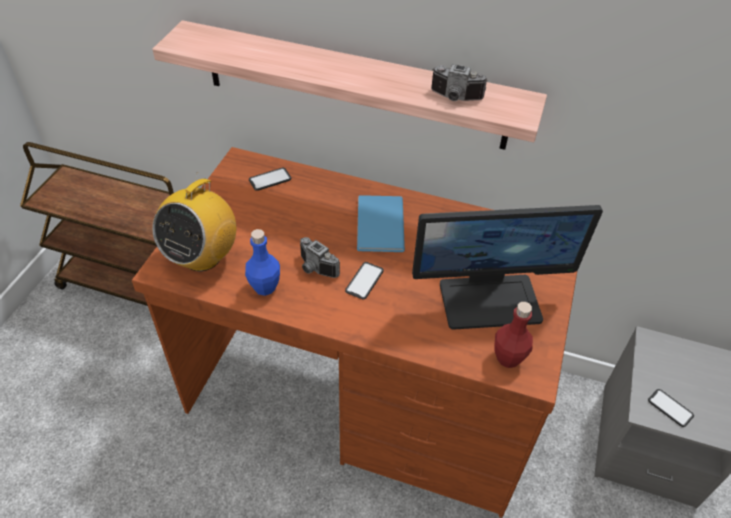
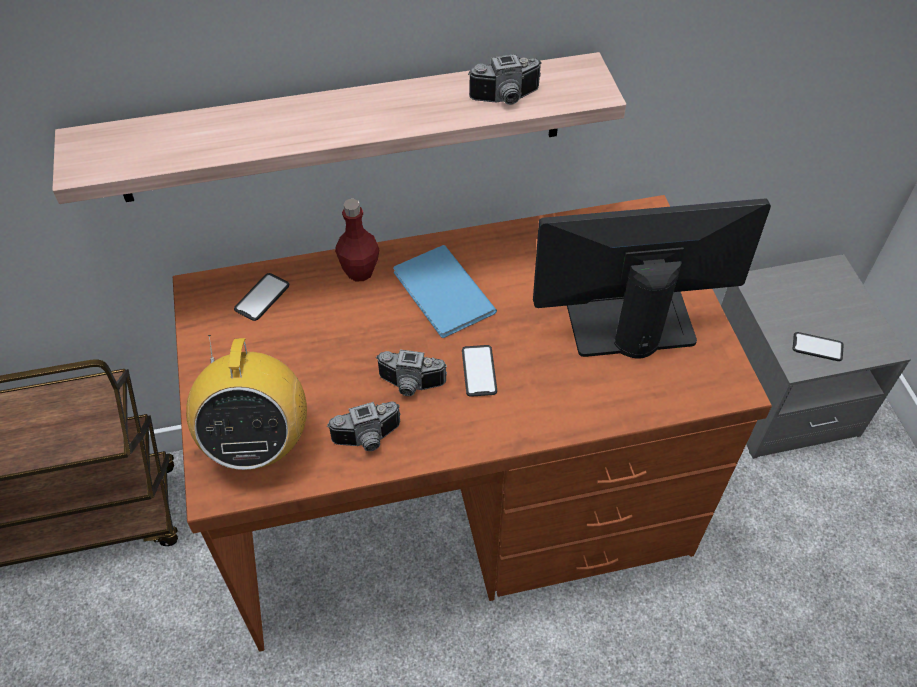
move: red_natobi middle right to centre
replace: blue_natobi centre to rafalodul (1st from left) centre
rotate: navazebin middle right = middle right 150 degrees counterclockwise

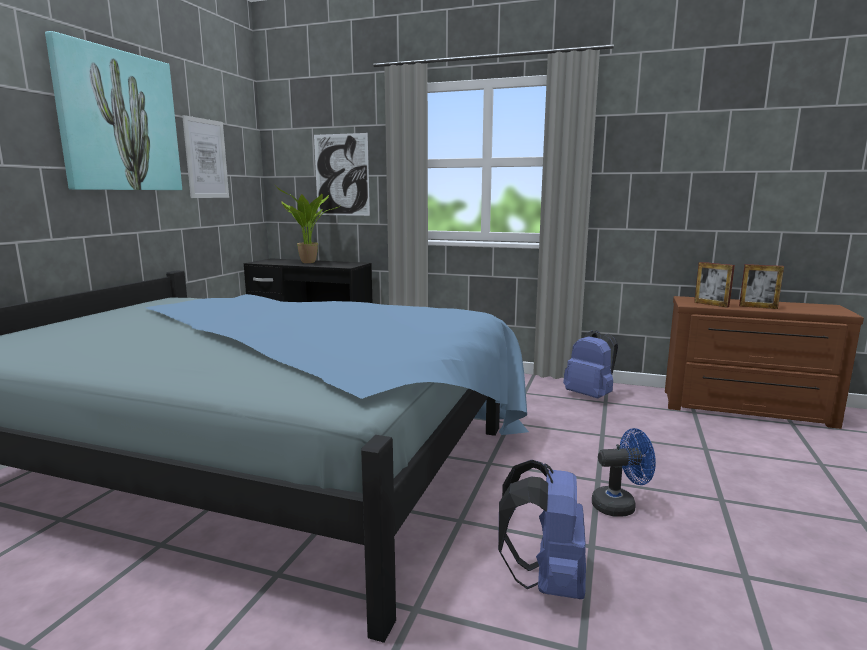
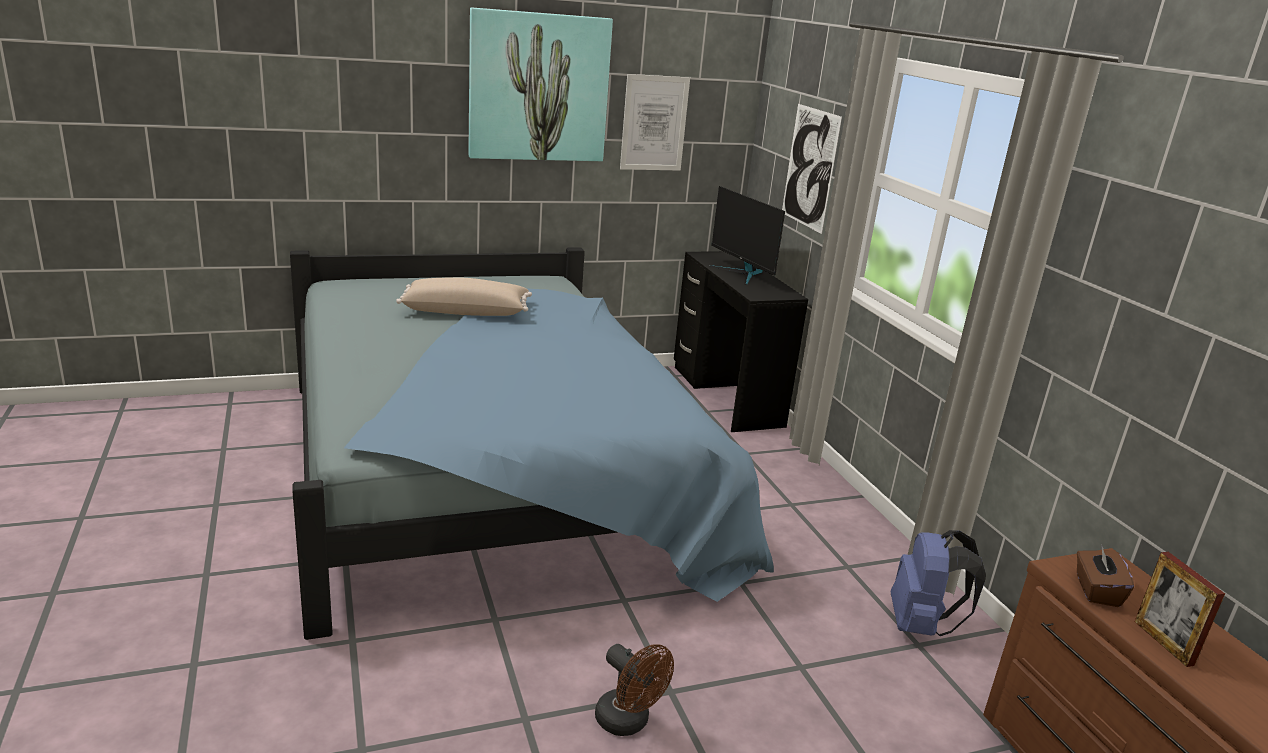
delete: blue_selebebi (1st from left) bottom centre
insert: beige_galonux centre
replace: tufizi centre to navazebin top centre; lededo (1st from left) middle right to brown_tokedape bottom right
recolor: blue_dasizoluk bottom right to brown_dasizoluk bottom centre

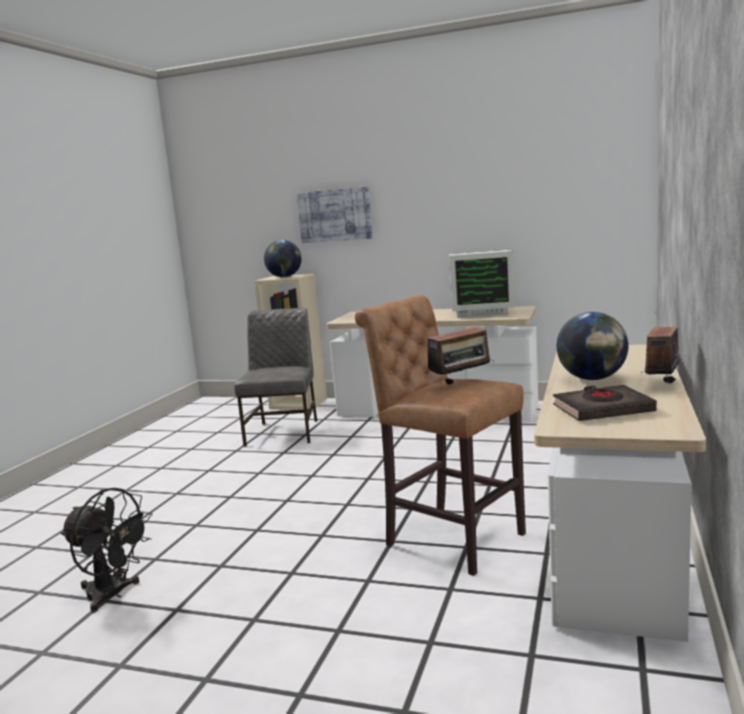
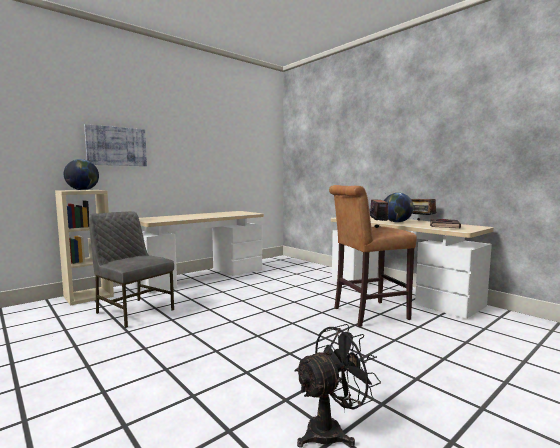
delete: navazebin centre

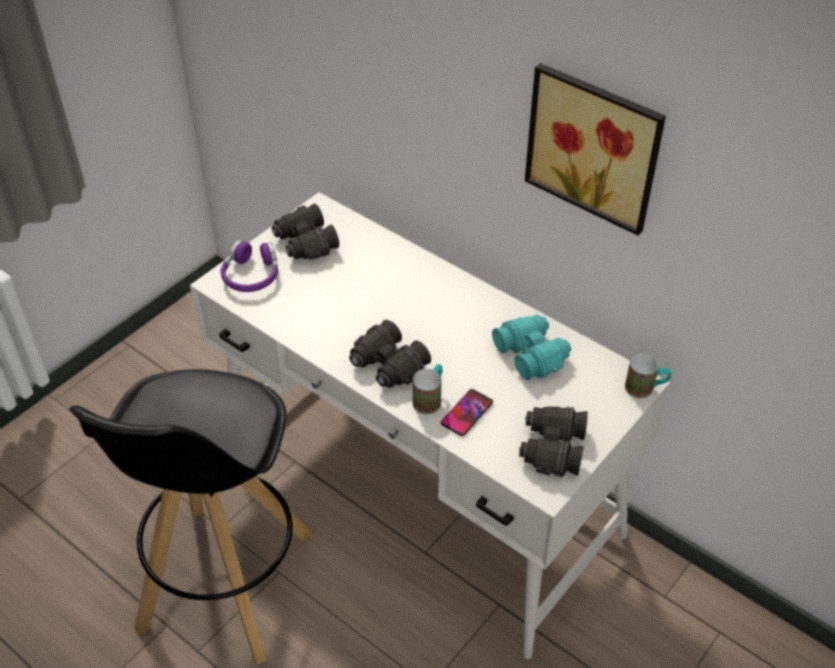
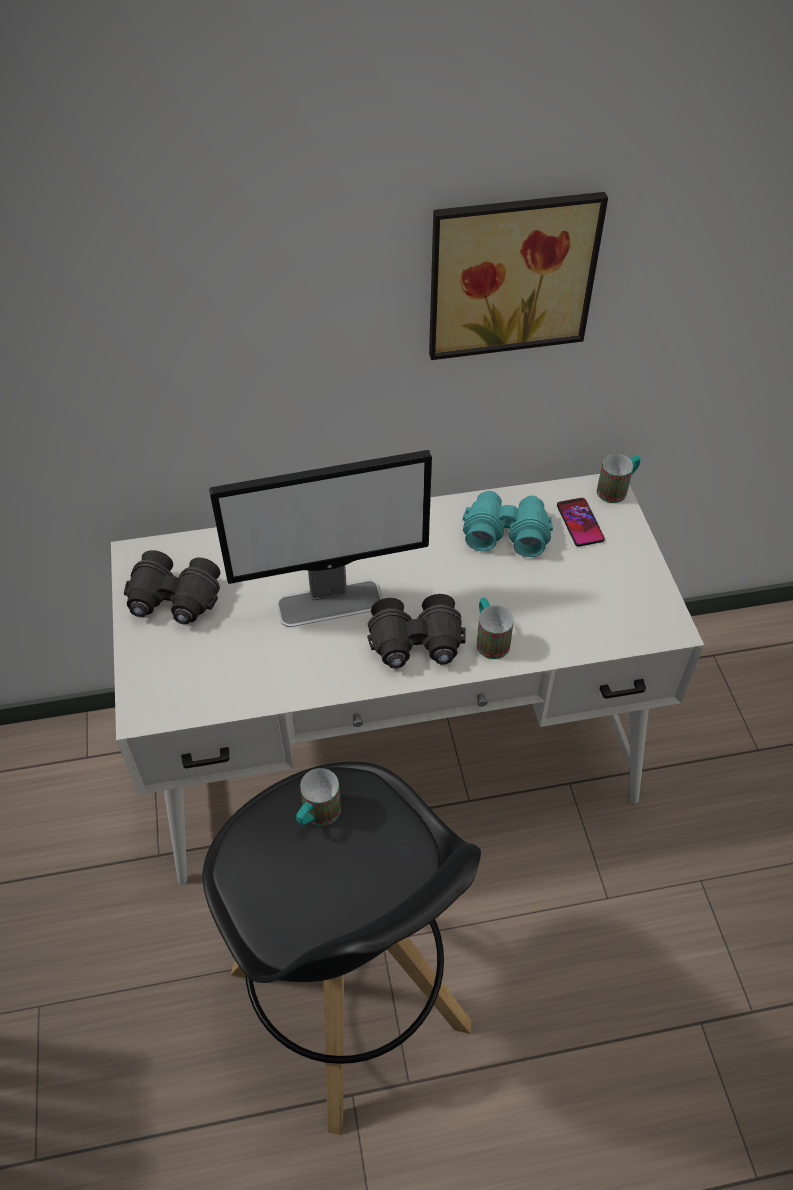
delete: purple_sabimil middle left; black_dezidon (3rd from left) centre
insert: navazebin centre; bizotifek (1st from left) bottom centre
move: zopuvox centre to middle right

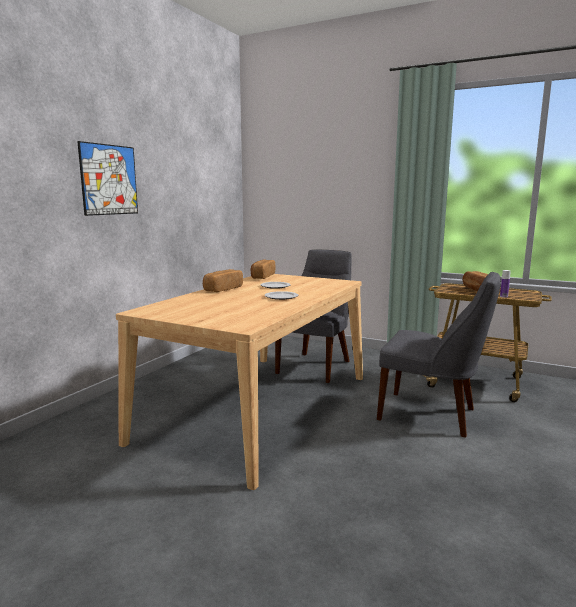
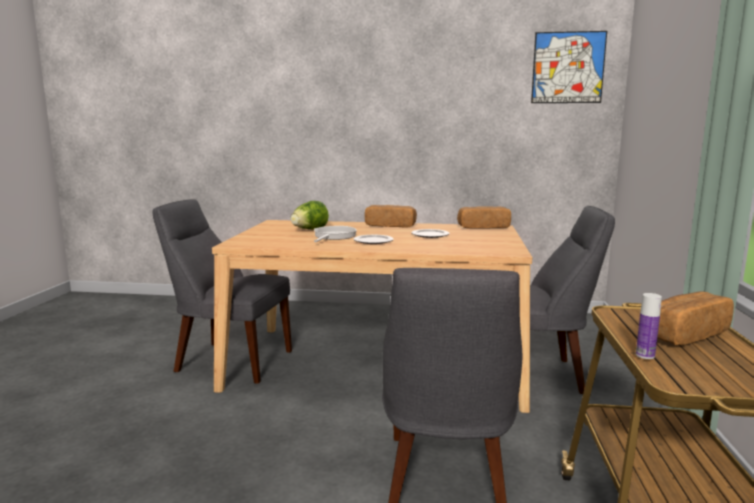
insert: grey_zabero (1st from left) middle left; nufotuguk centre; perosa centre
move: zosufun top left to top right

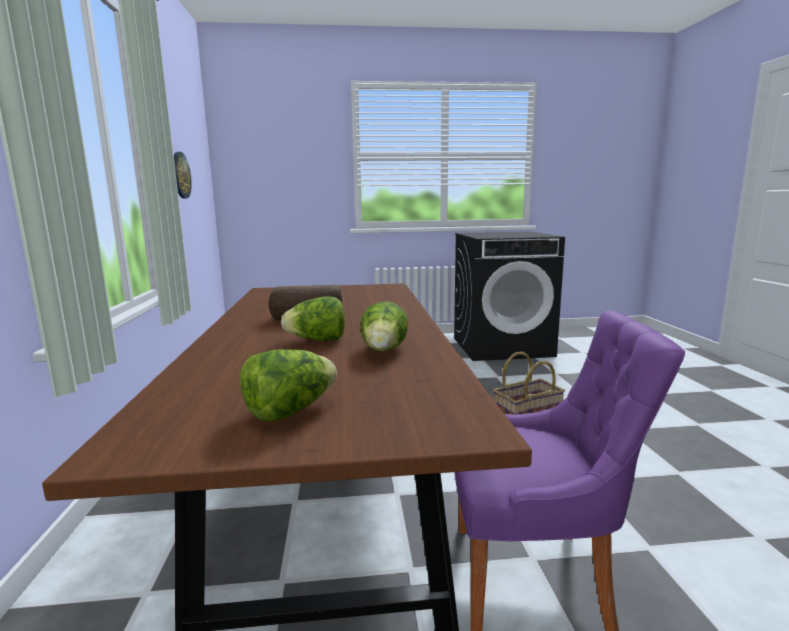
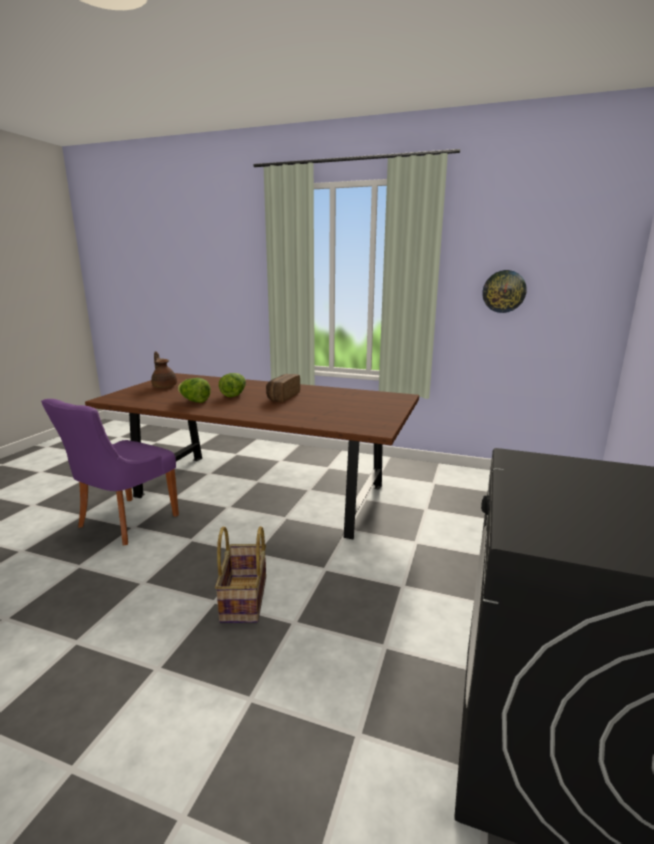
replace: nufotuguk (1st from left) centre to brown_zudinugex middle left

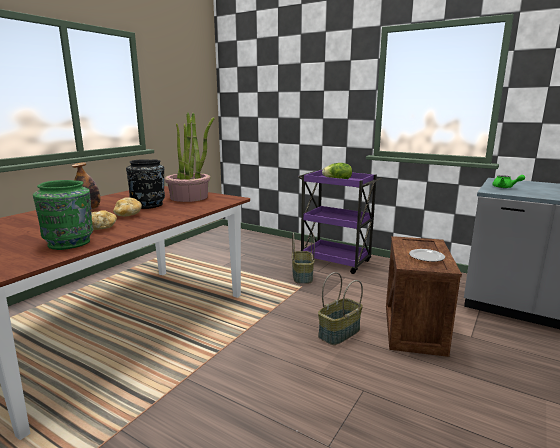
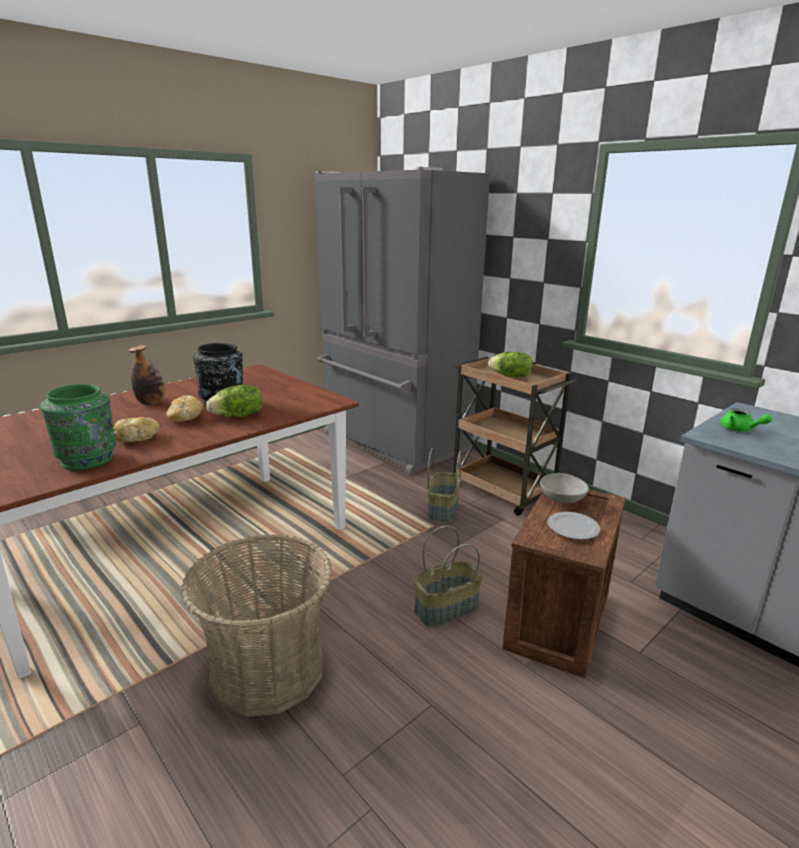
delete: tufizi centre
insert: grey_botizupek centre; nufotuguk (1st from left) middle left; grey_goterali middle right; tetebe (1st from left) bottom left
recolor: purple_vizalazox centre to brown_vizalazox centre

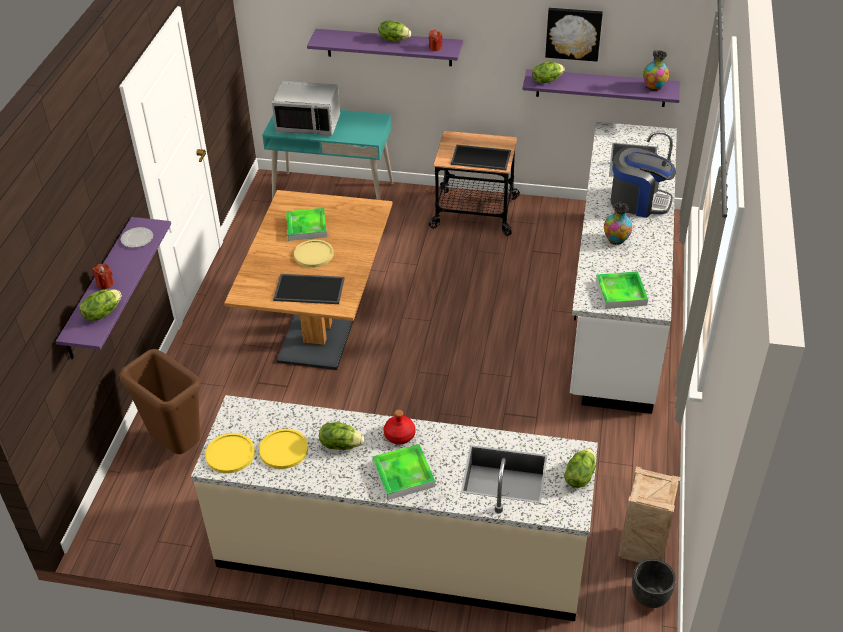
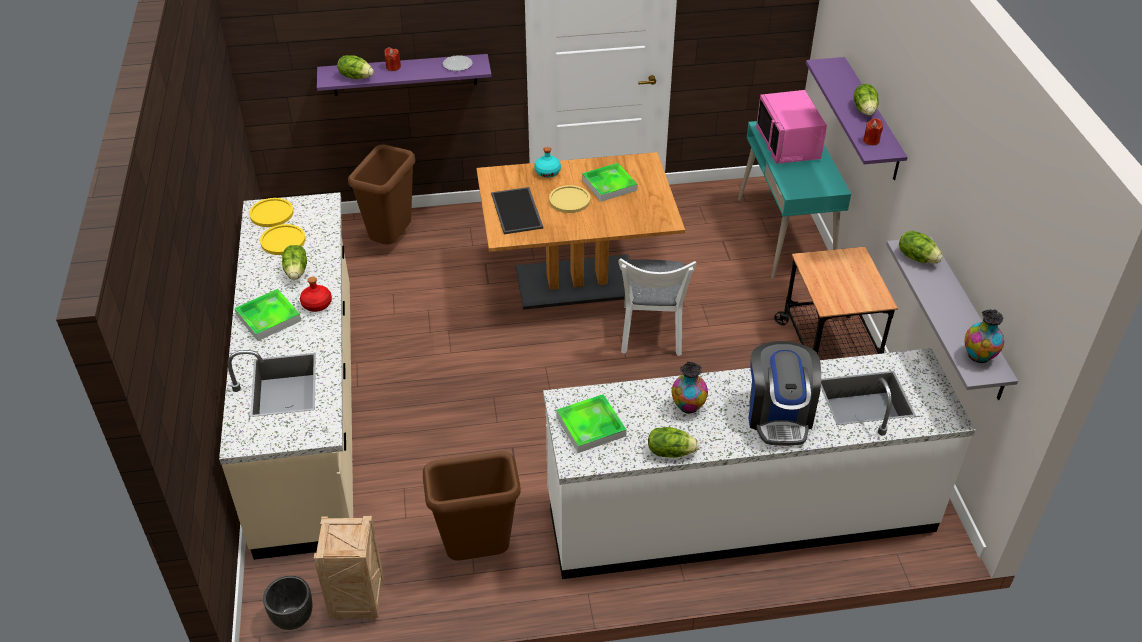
delete: zosufun top right; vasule (4th from left) top centre
insert: turquoise_natobi top centre; white_zabero centre; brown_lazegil (2nd from left) bottom centre
move: nufotuguk (5th from left in the first image) bottom right to nufotuguk (3rd from left) bottom centre
recolor: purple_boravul (3rd from left) top right to grey_boravul middle right; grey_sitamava top centre to pink_sitamava top right

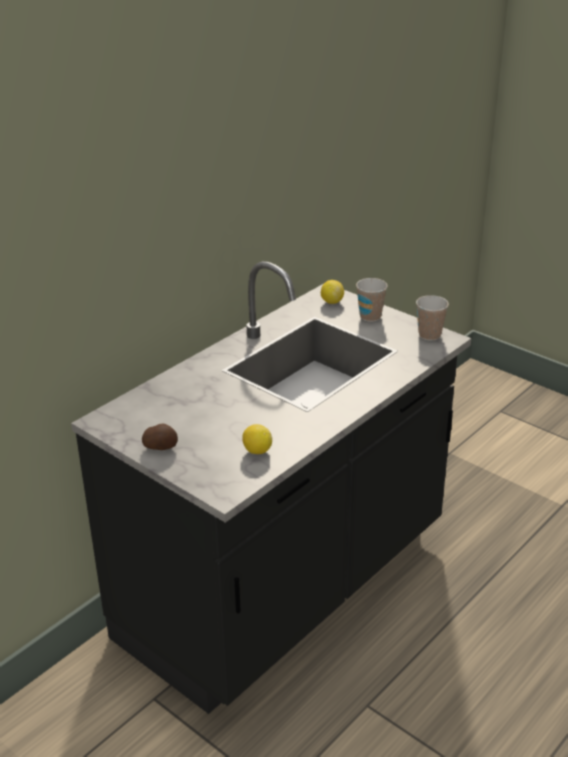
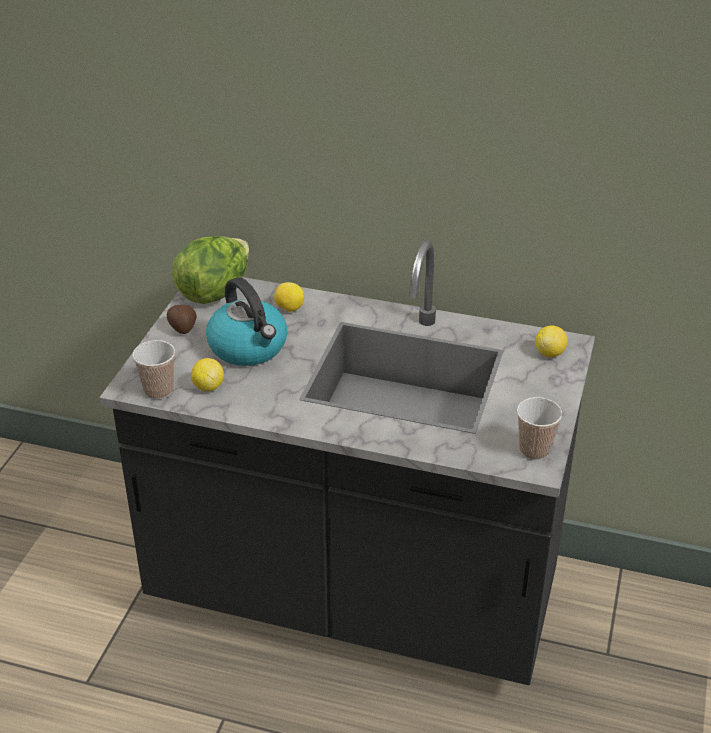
insert: nufotuguk middle left; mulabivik centre; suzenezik (2nd from left) centre
move: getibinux (1st from left) centre to middle left

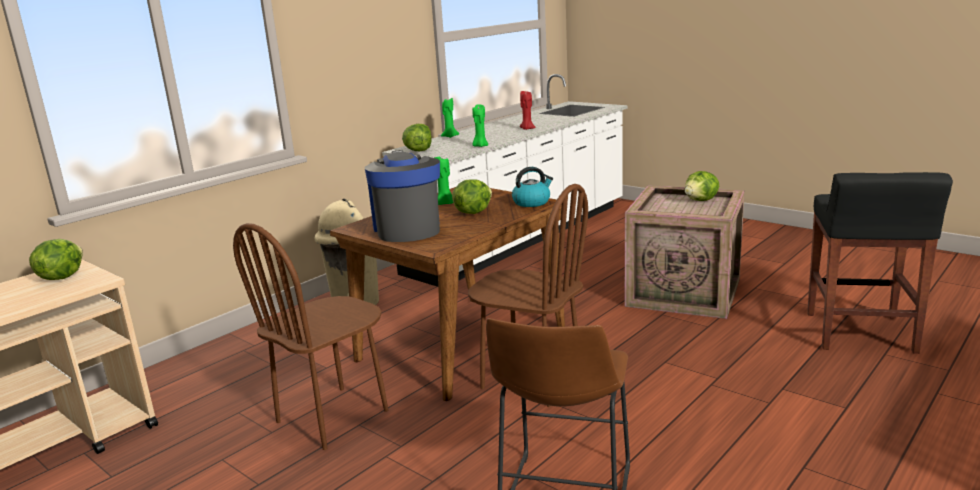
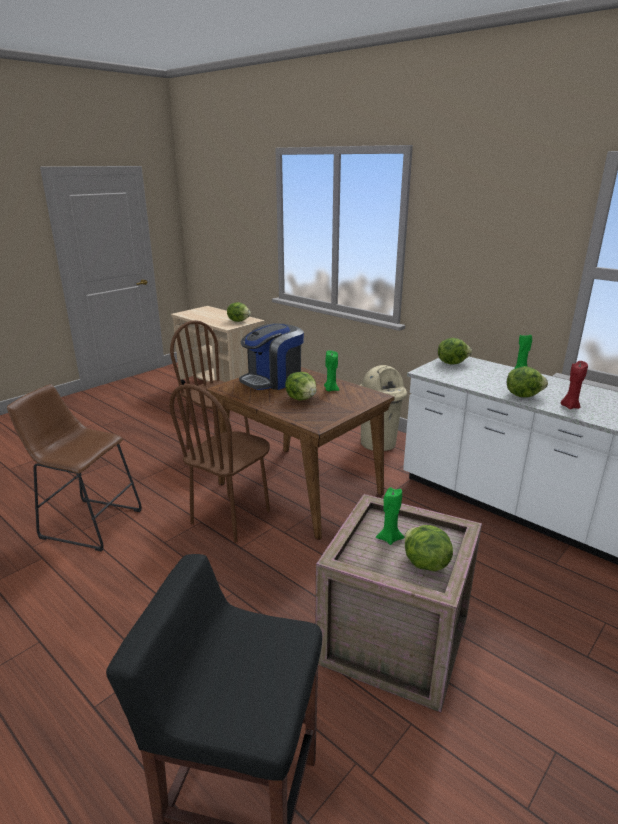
delete: mulabivik centre
insert: nufotuguk (5th from left) middle right
move: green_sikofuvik (3rd from left in the first image) top centre to green_sikofuvik (2nd from left) centre
rotate: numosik centre = centre 150 degrees clockwise

